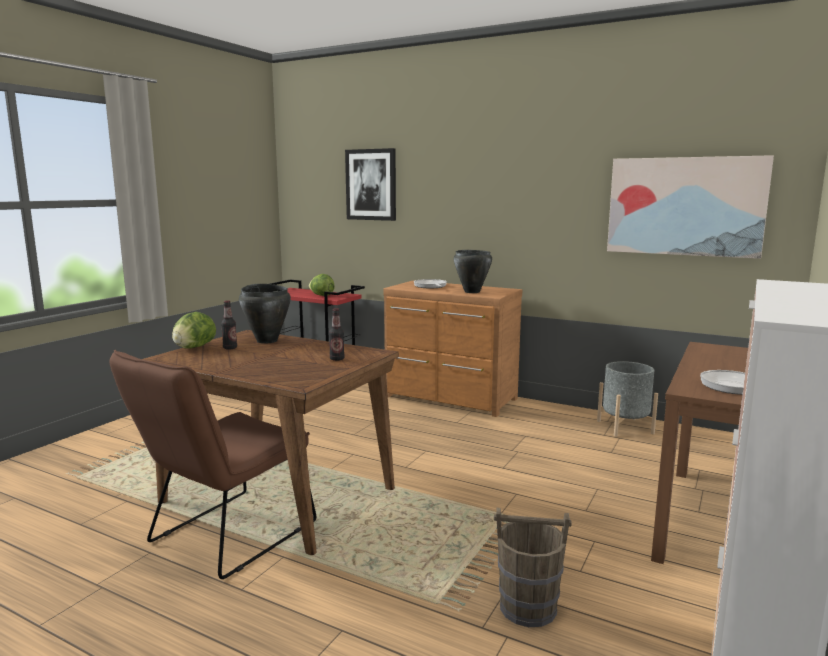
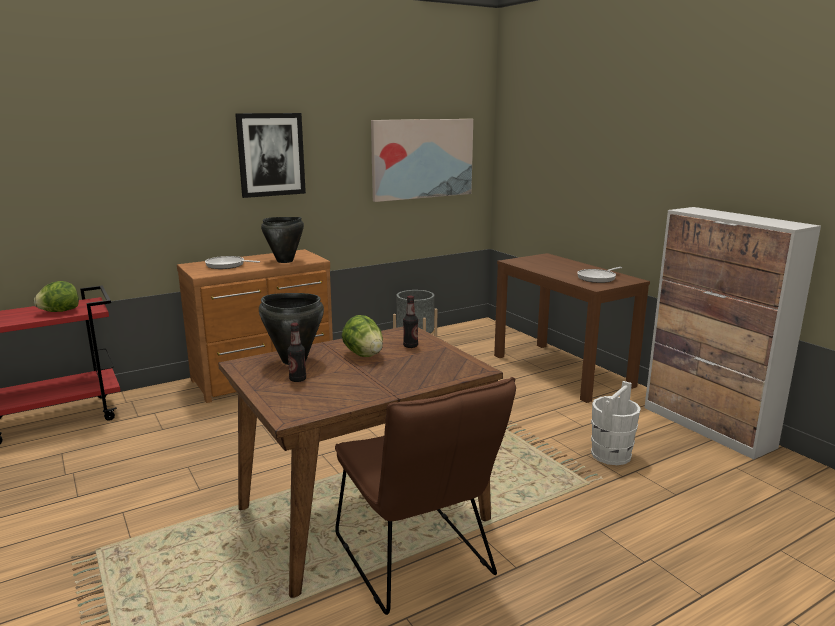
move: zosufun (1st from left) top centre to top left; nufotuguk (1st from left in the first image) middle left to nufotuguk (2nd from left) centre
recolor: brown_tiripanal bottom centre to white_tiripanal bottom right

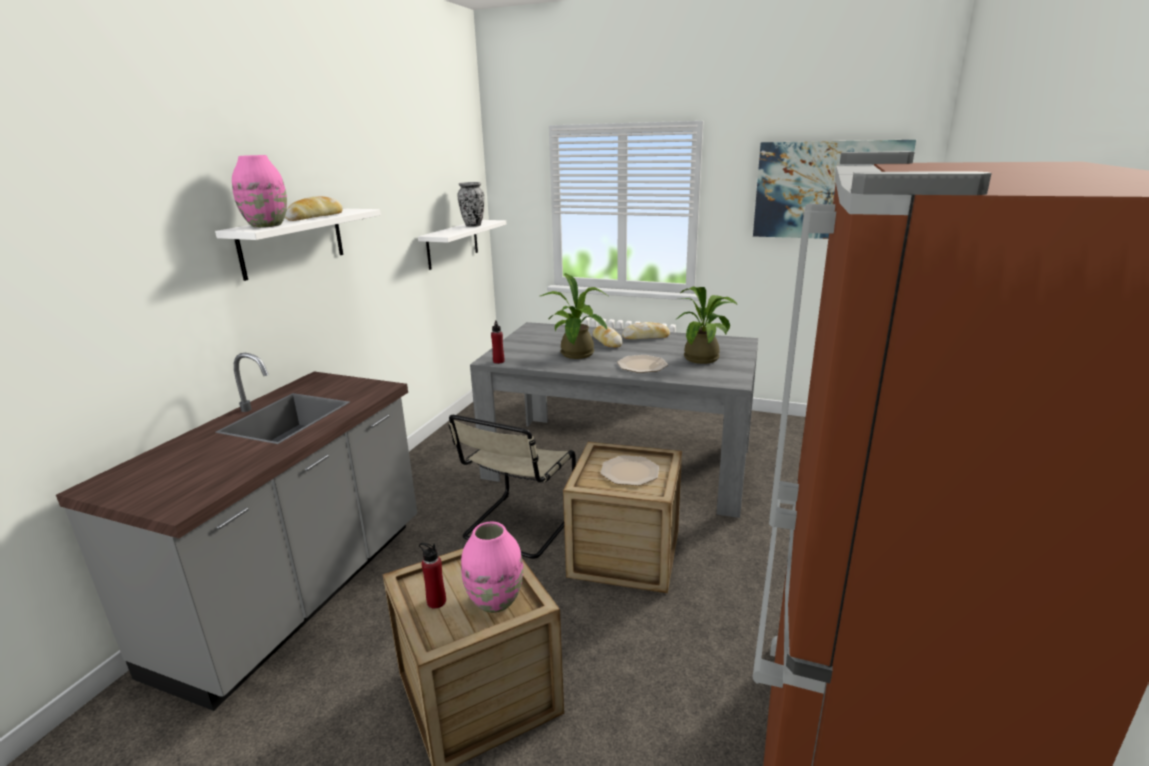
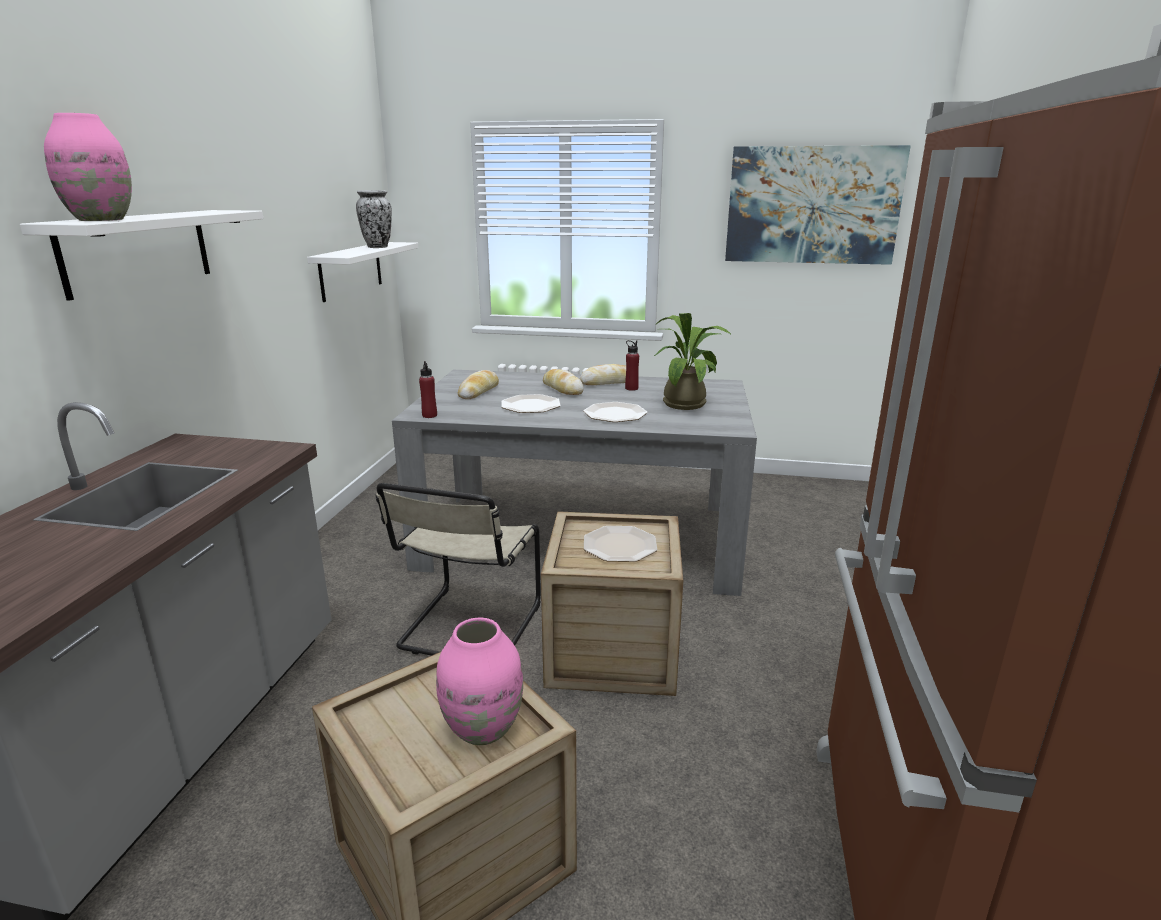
move: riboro (1st from left) top left to centre; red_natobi (1st from left in the first image) bottom centre to red_natobi (2nd from left) centre
replace: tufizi (1st from left) centre to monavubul (1st from left) centre

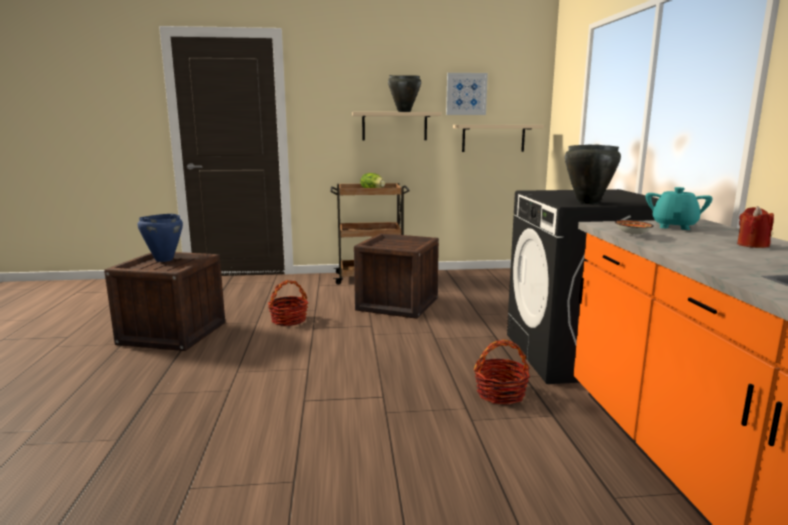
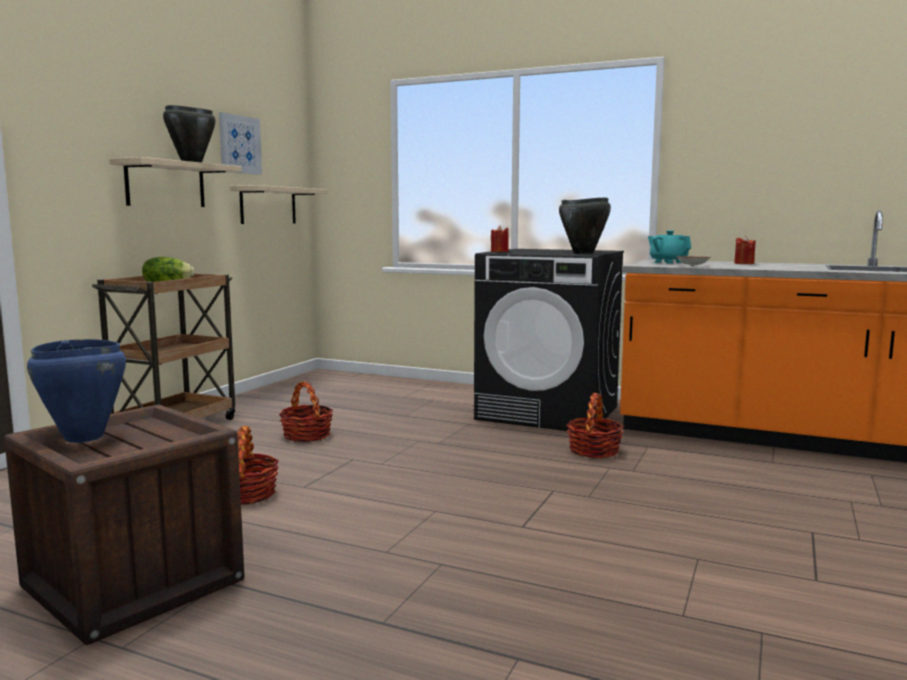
insert: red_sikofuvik (1st from left) centre
replace: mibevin (2nd from left) centre to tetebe (2nd from left) centre

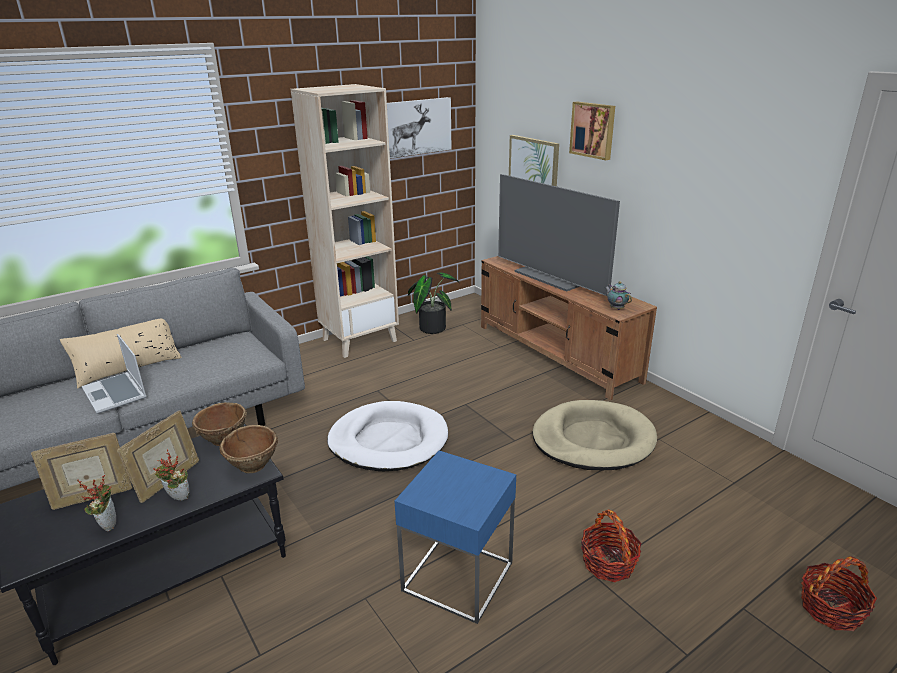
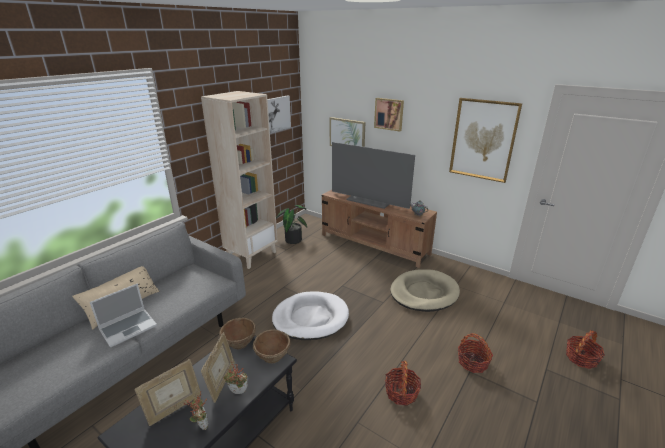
insert: zosufun (4th from left) top right
replace: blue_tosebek bottom centre to tetebe (1st from left) bottom centre
rotate: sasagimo middle left = bottom left 75 degrees counterclockwise

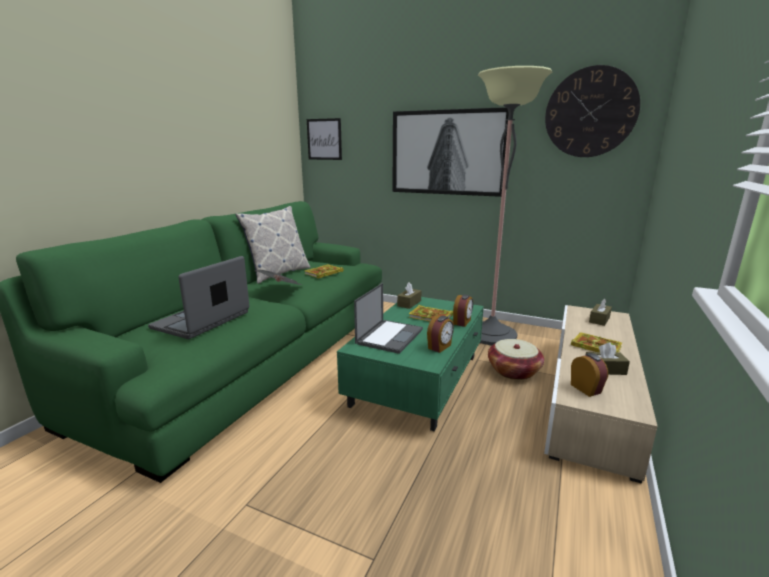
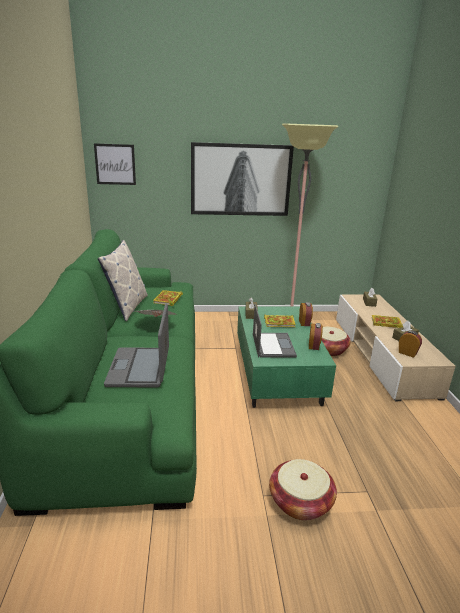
delete: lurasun top right
insert: tetebe (1st from left) bottom centre

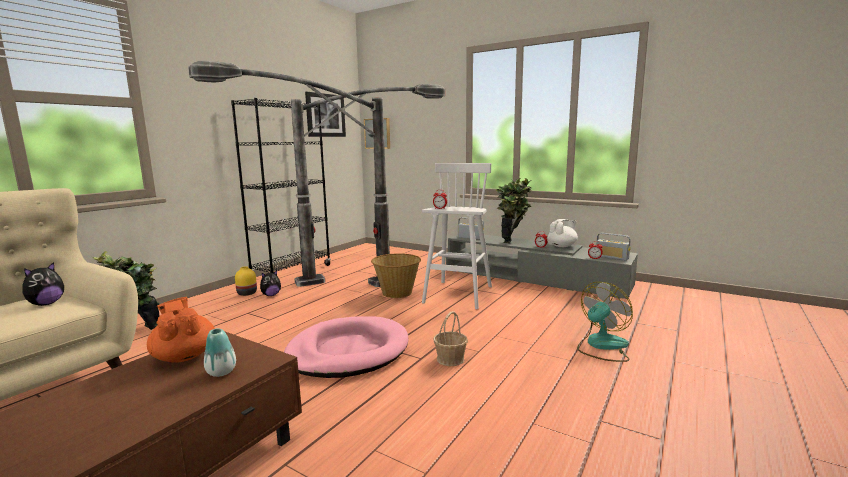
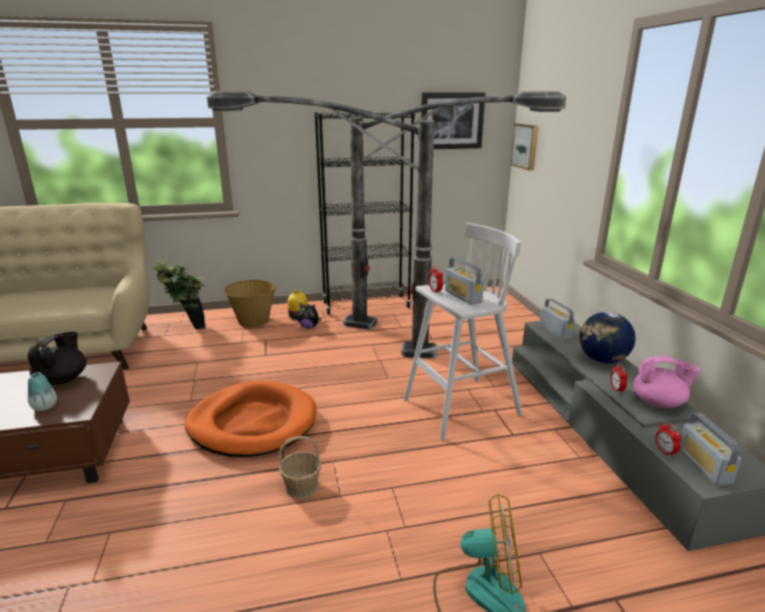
delete: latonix (1st from left) middle left
insert: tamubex (1st from left) centre
move: tetebe (1st from left) centre to middle left
replace: tufizi (2nd from left) centre to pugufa middle right
recolor: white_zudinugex centre to pink_zudinugex middle right; orange_zudinugex bottom left to black_zudinugex middle left; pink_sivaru bottom centre to orange_sivaru bottom left

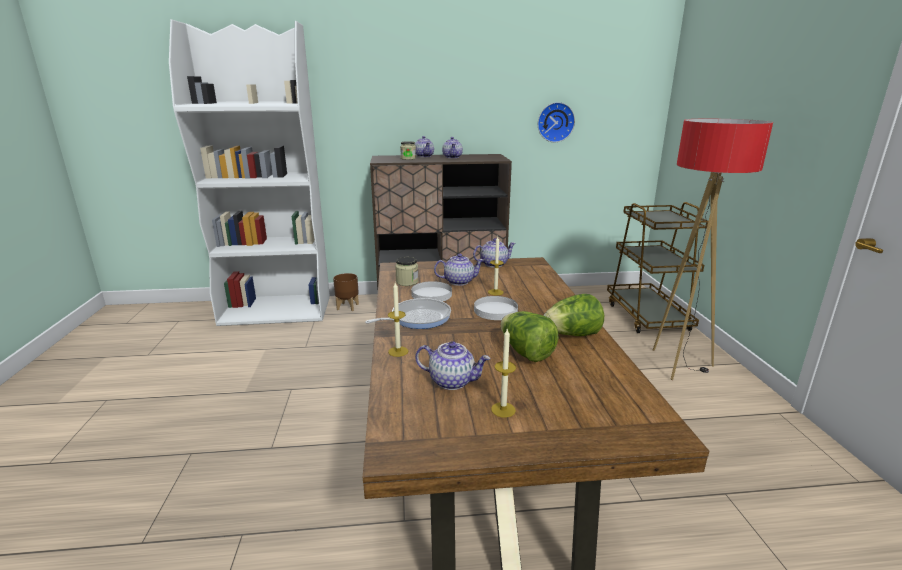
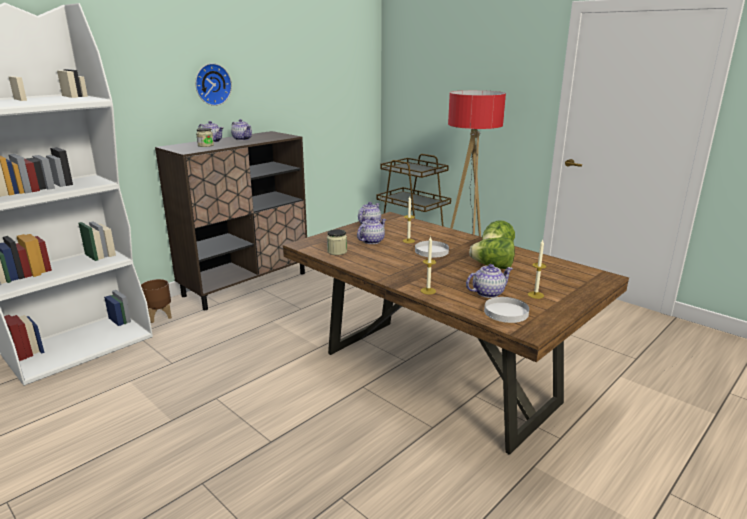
delete: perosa centre
move: lurasun top centre to top left; white_monavubul (1st from left in the first image) centre to white_monavubul (2nd from left) middle right

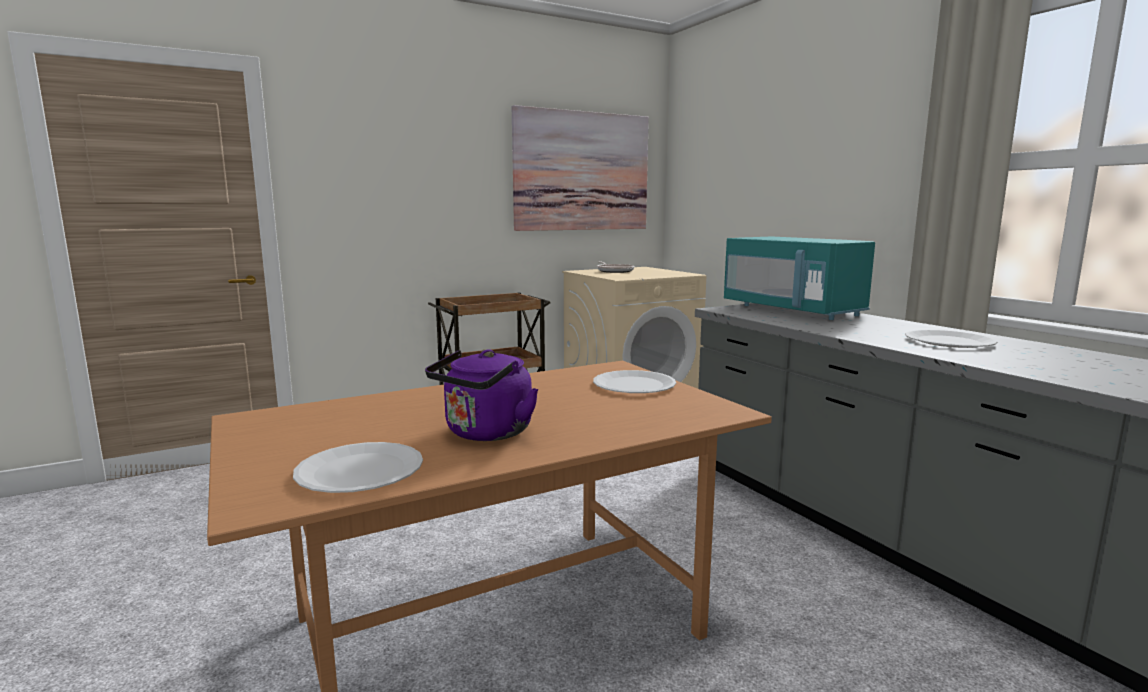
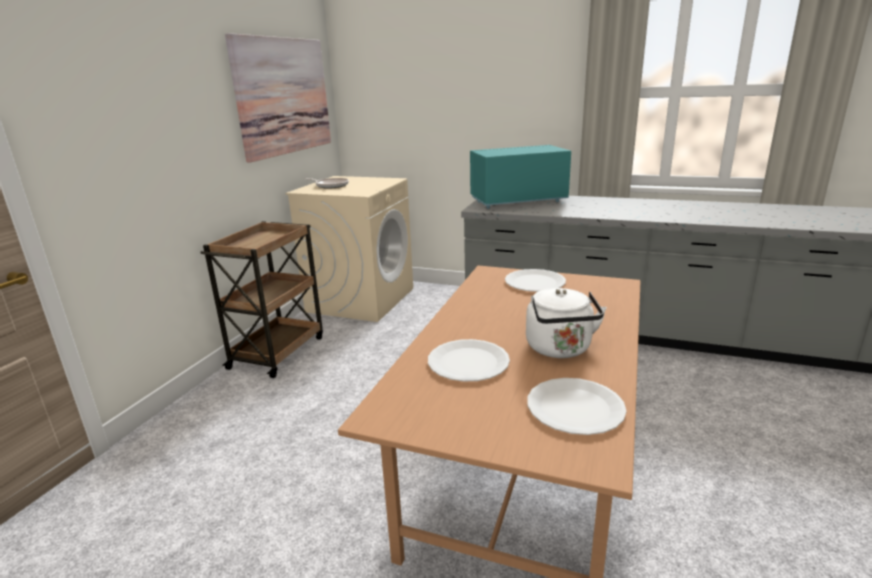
move: white_monavubul (3rd from left in the first image) middle right to white_monavubul (1st from left) centre
recolor: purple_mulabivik centre to white_mulabivik centre
rotate: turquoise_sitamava middle right = top centre 150 degrees clockwise

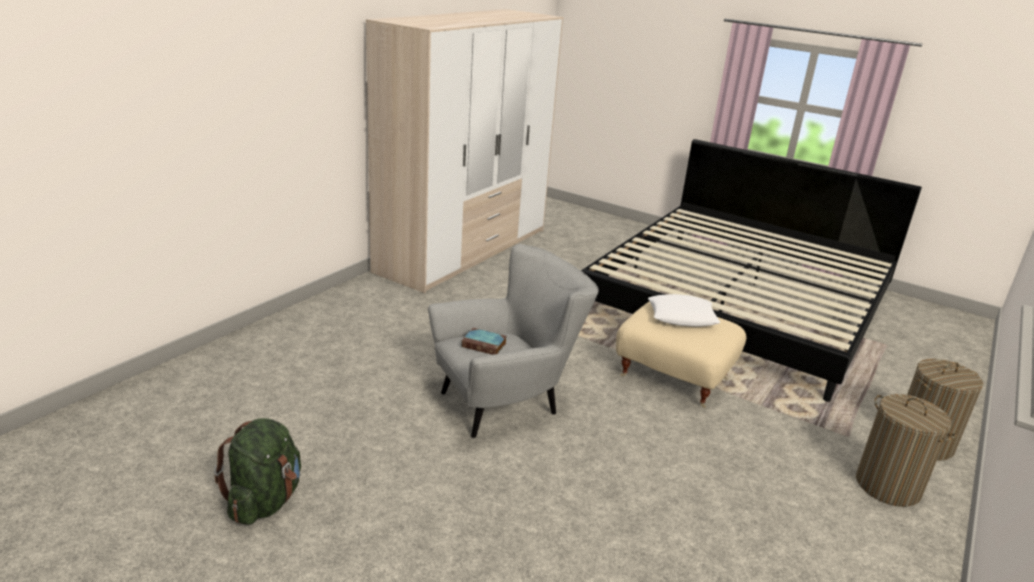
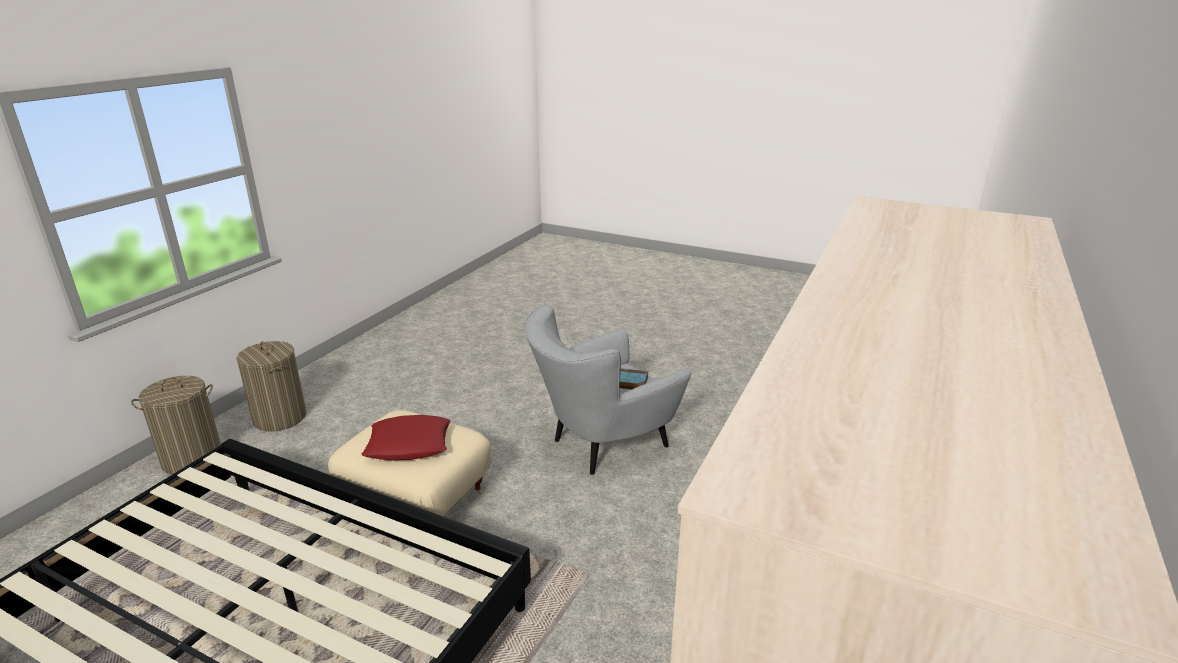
delete: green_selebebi bottom left
recolor: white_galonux centre to red_galonux centre

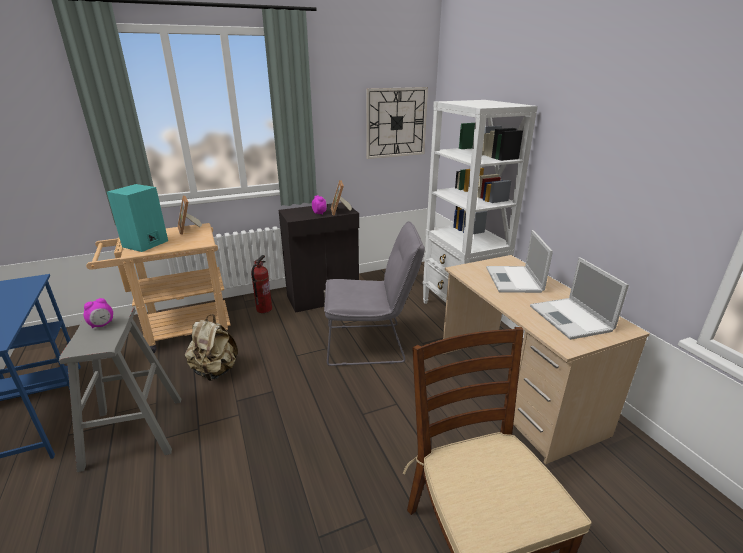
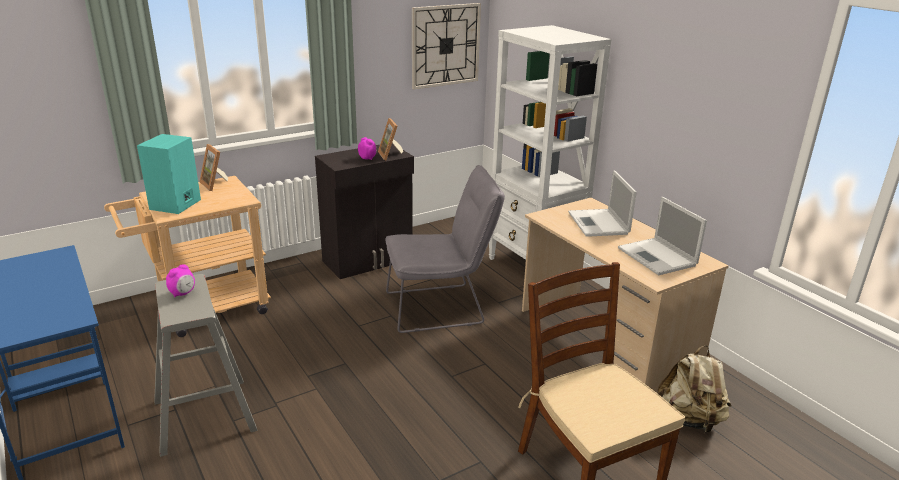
delete: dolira centre
move: beige_selebebi middle left to bottom right

